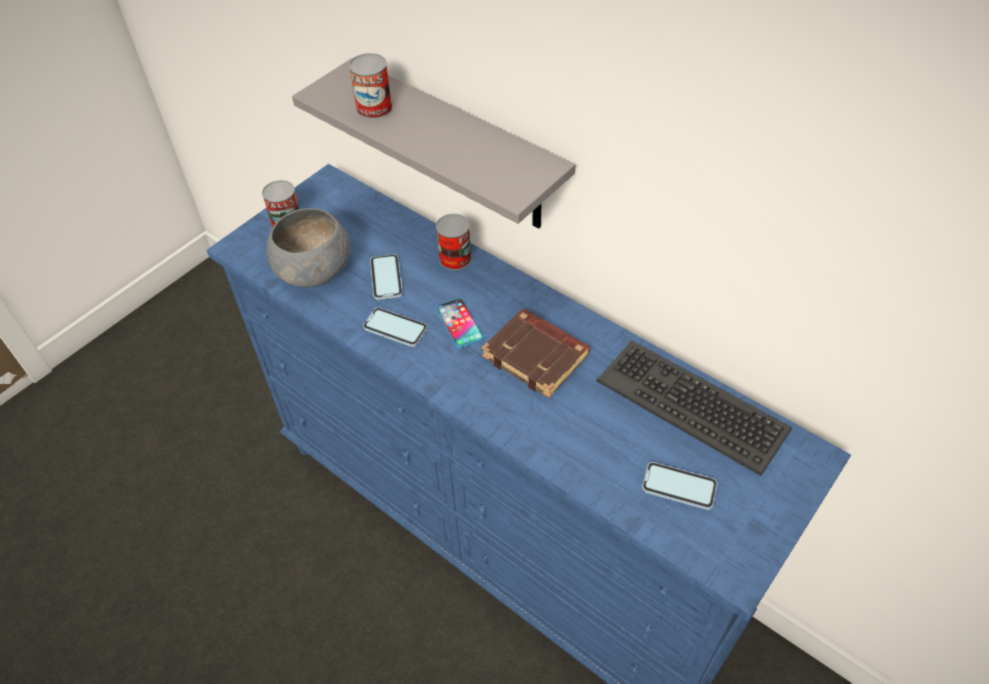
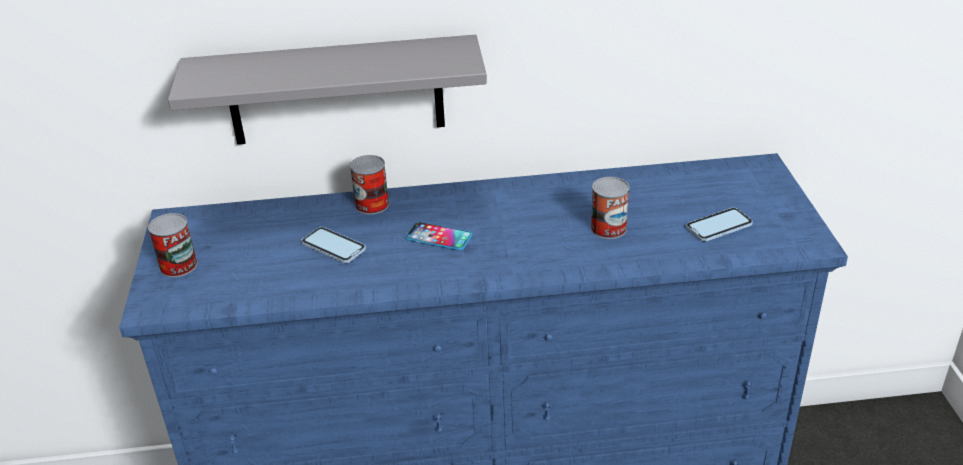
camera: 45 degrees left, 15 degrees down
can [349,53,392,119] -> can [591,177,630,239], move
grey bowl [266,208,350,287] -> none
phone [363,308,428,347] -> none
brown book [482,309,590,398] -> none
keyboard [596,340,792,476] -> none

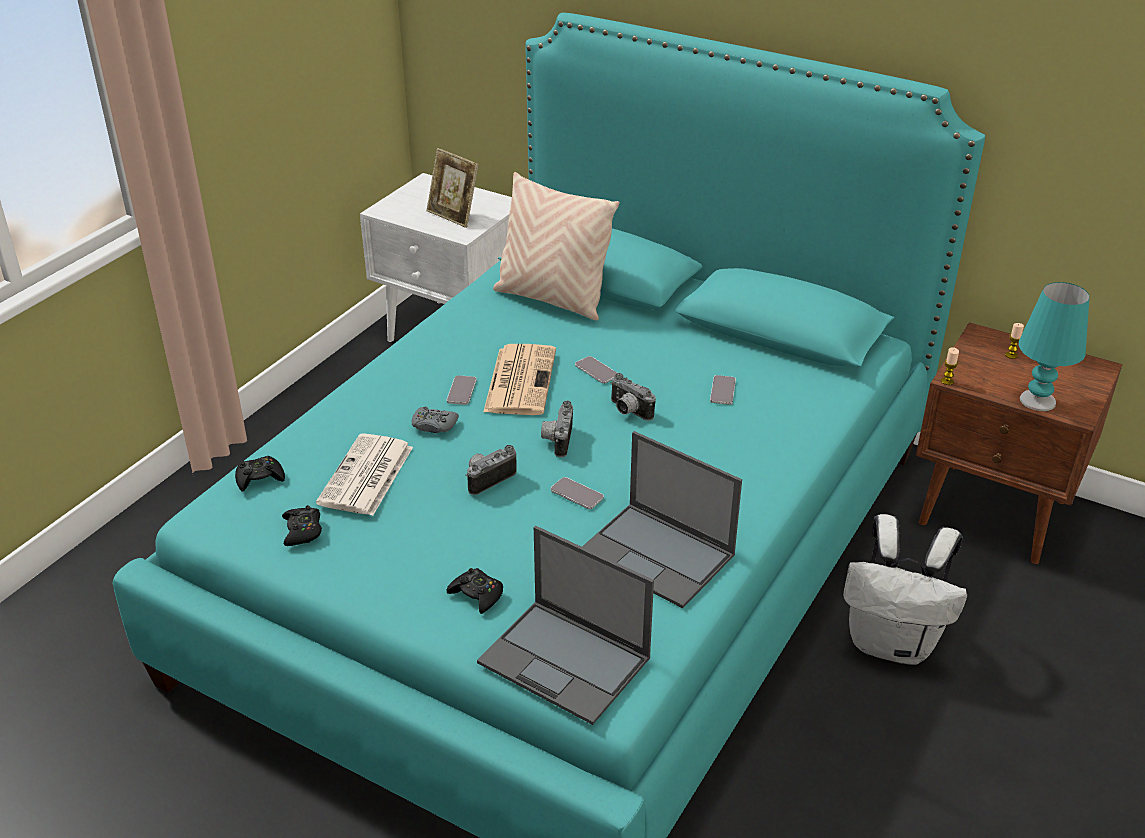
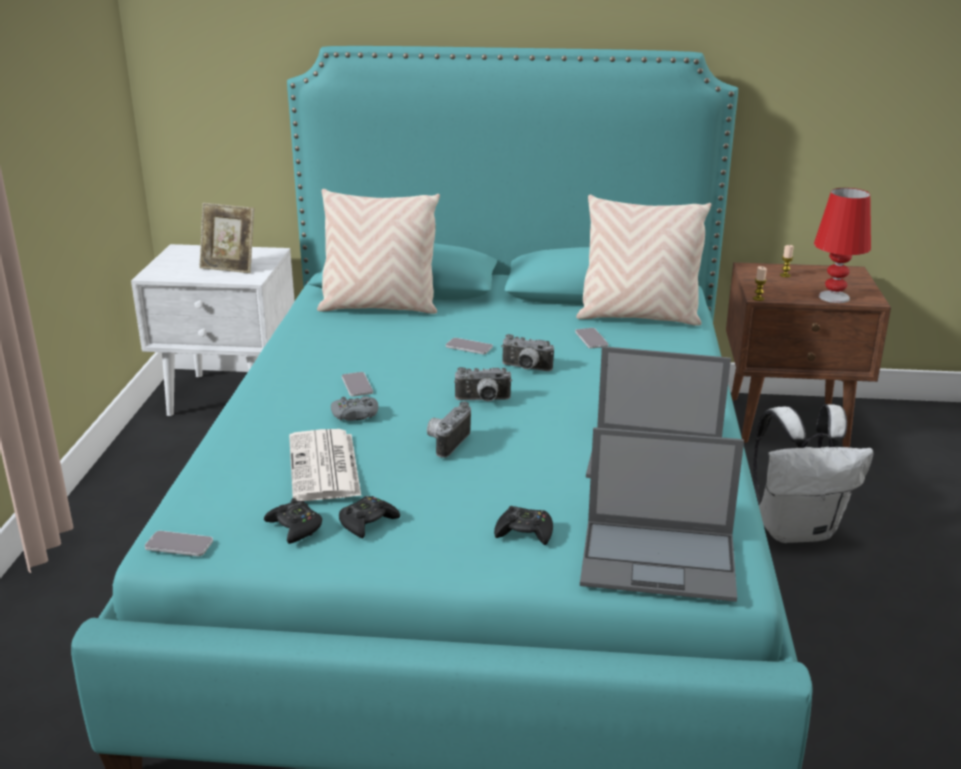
camera: 25 degrees left, 10 degrees down
phone [551,477,604,509] -> phone [145,531,213,556], move
black game controller [235,456,285,492] -> black game controller [339,496,400,538], move
photo camera [541,401,573,457] -> photo camera [454,367,512,401], 75 degrees counterclockwise
none -> beige pillow [576,195,712,326]
turquoise table lamp [1019,282,1089,411] -> red table lamp [814,188,871,303]
newspaper [483,344,556,415] -> none

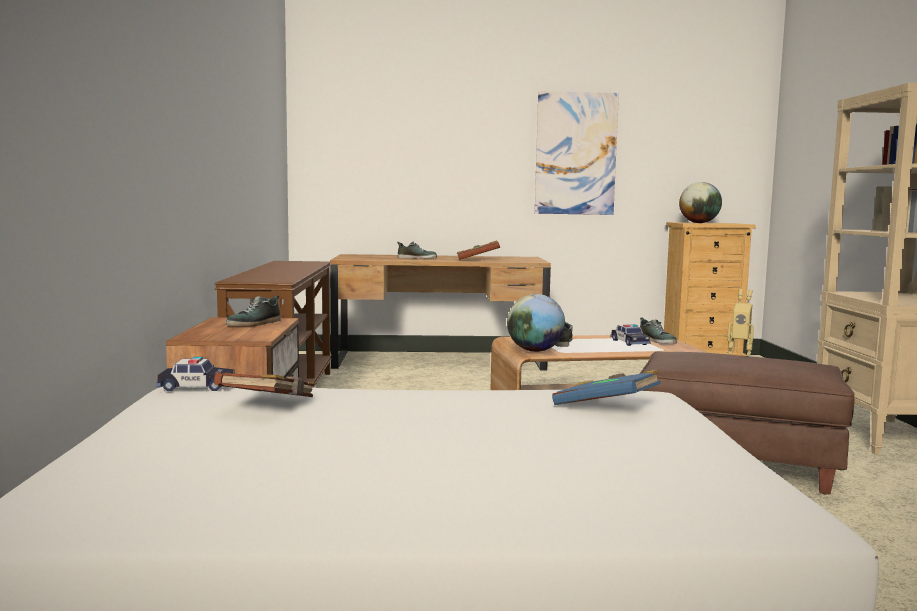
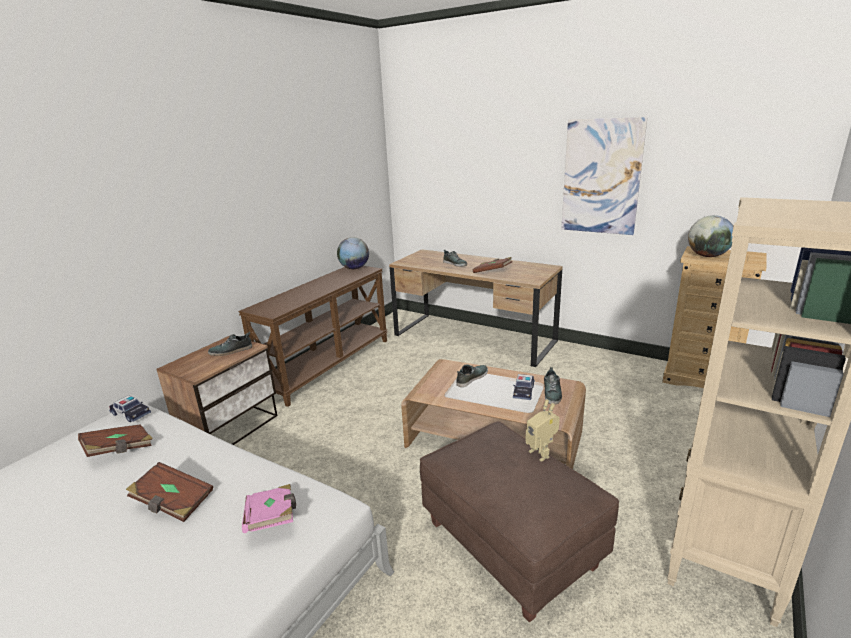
camera: 35 degrees right, 15 degrees up
none -> brown book [126,462,213,522]
blue book [552,369,661,405] -> pink book [242,484,296,533]
globe [507,294,565,352] -> globe [337,237,369,269], move

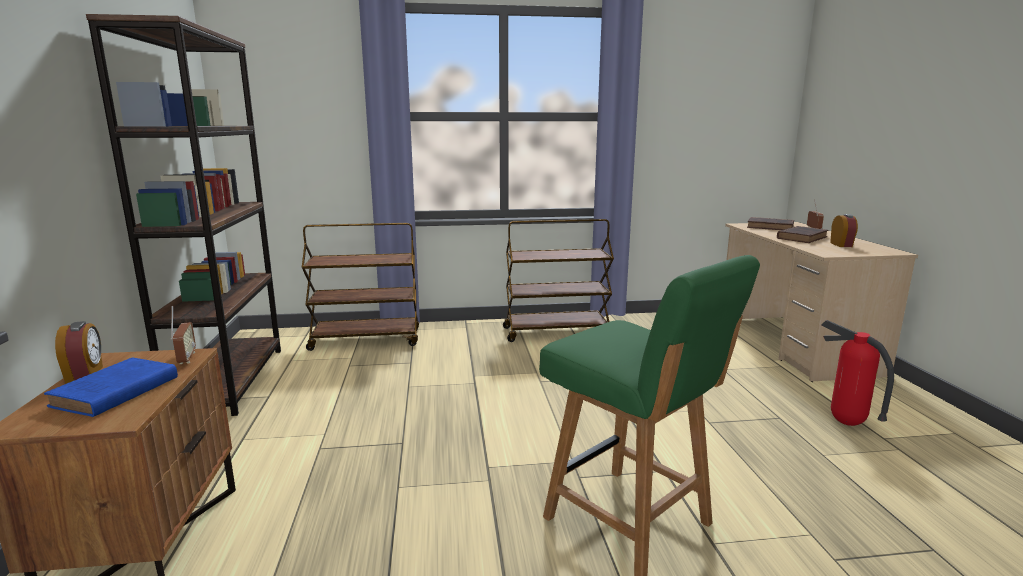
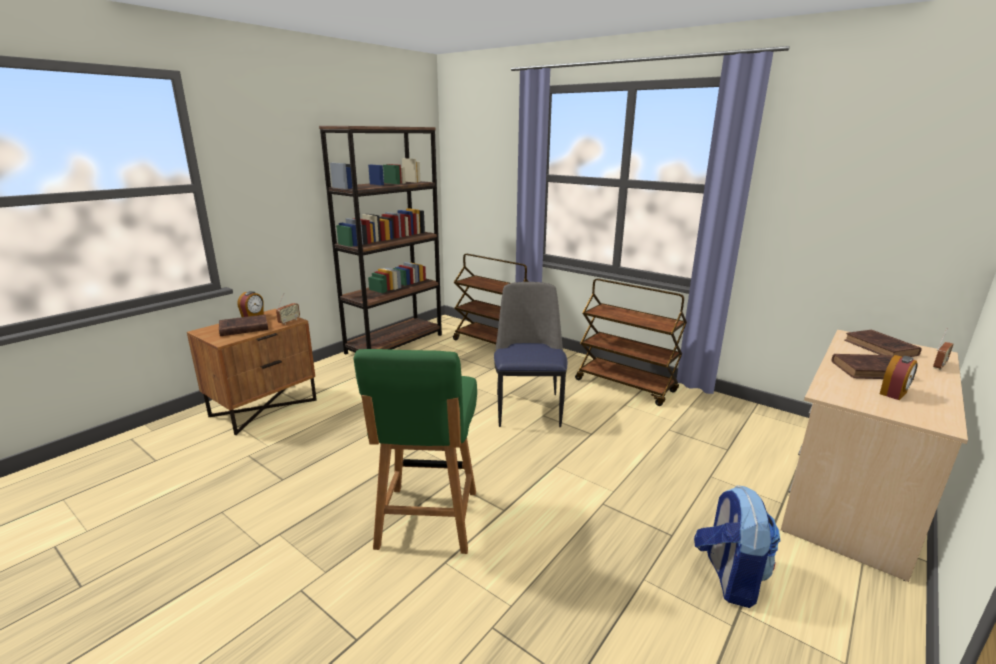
camera: 45 degrees right, 5 degrees up
blue book [44,357,178,417] -> brown book [219,314,268,336]
none -> chair [494,282,567,427]
fire extinguisher [821,320,894,426] -> backpack [694,485,781,608]

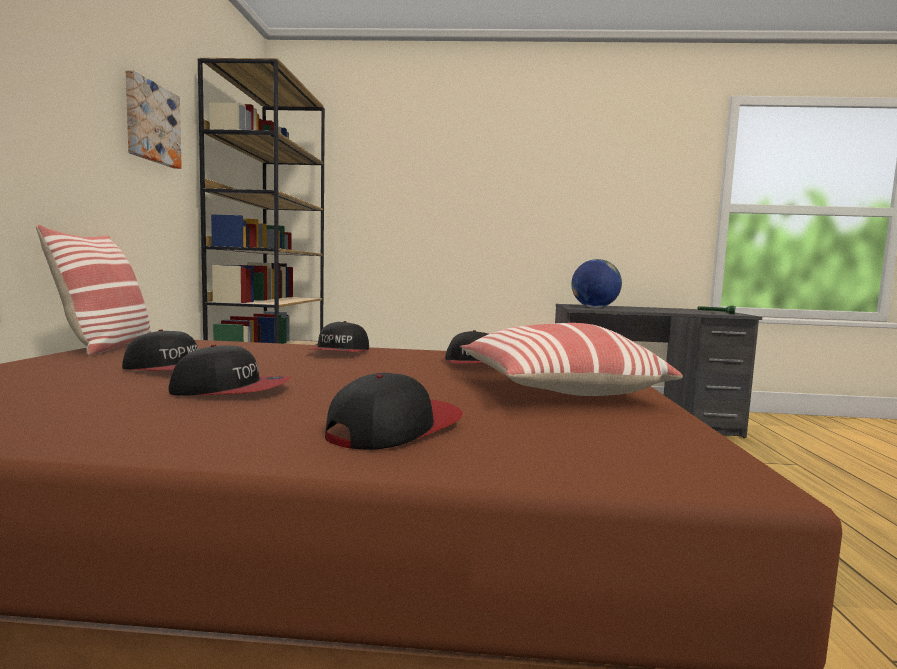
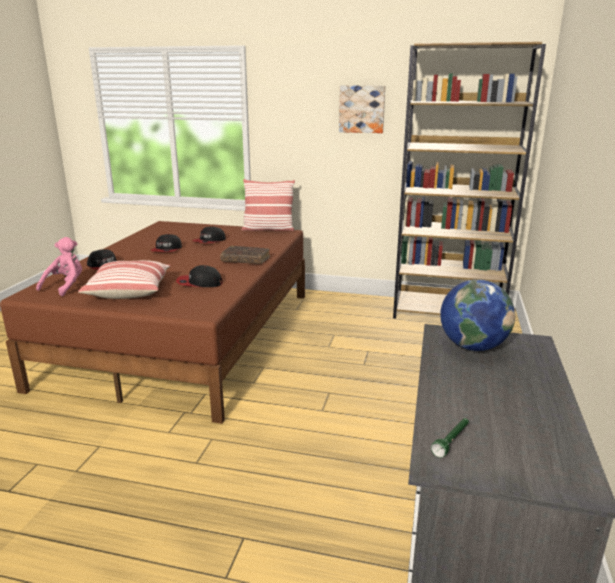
camera: 100 degrees right, 15 degrees up
none -> pink plush toy [36,237,82,296]
cap [309,321,369,352] -> brown book [220,246,270,264]

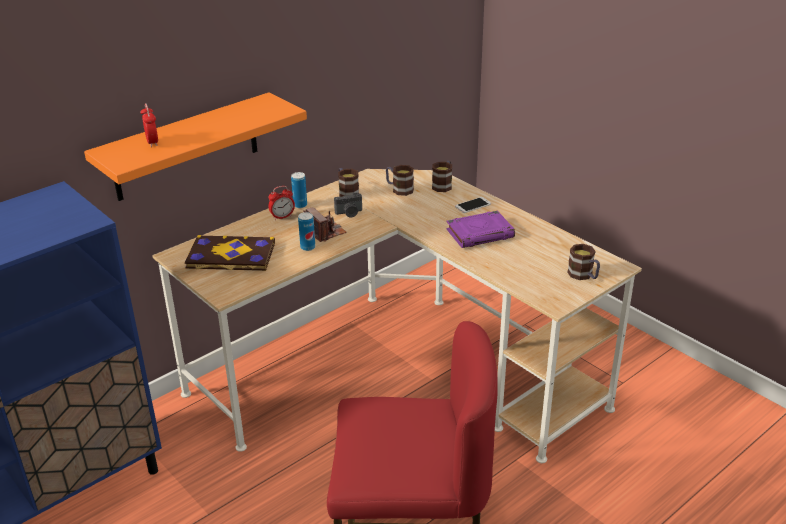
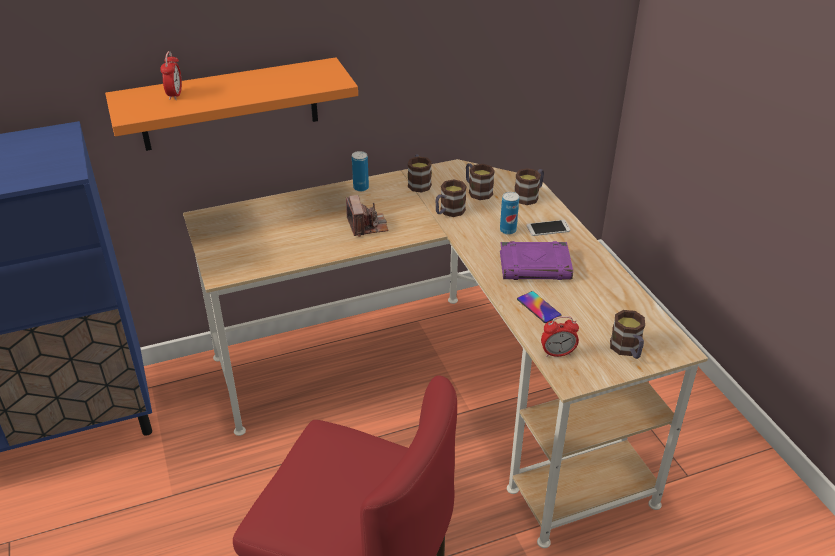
camera: 20 degrees right, 5 degrees up
none -> mug [435,179,467,217]
can [298,212,315,251] -> can [500,192,519,235], move
none -> phone [517,291,561,323]
alarm clock [269,186,295,220] -> alarm clock [541,316,579,357], move
book [185,235,275,271] -> none
photo camera [334,193,362,218] -> none

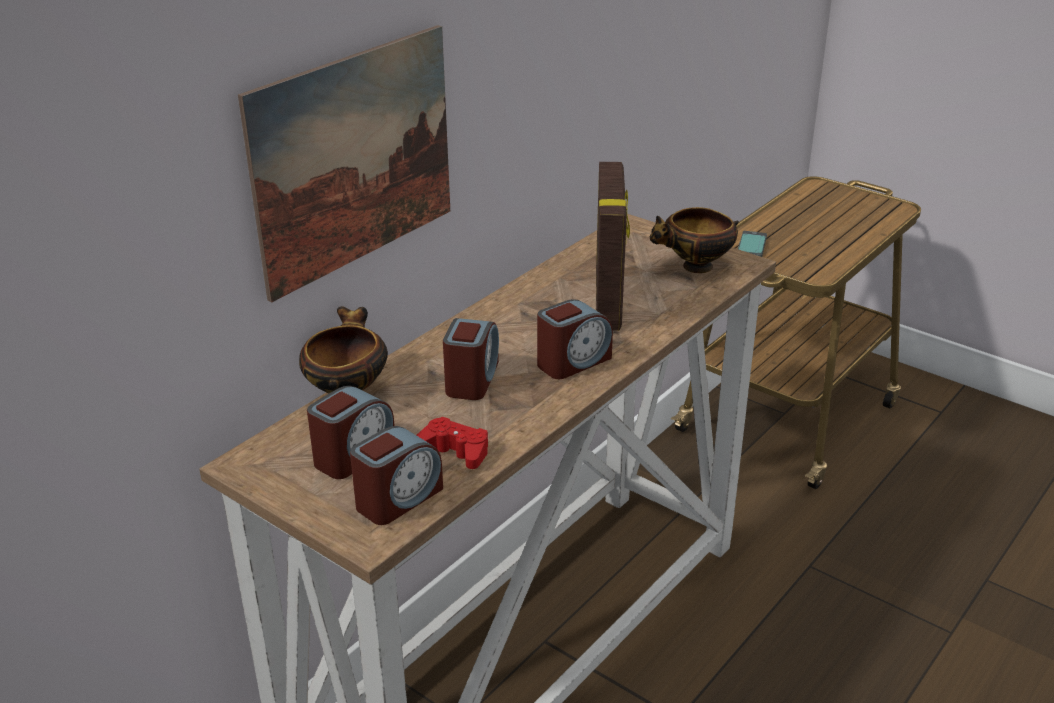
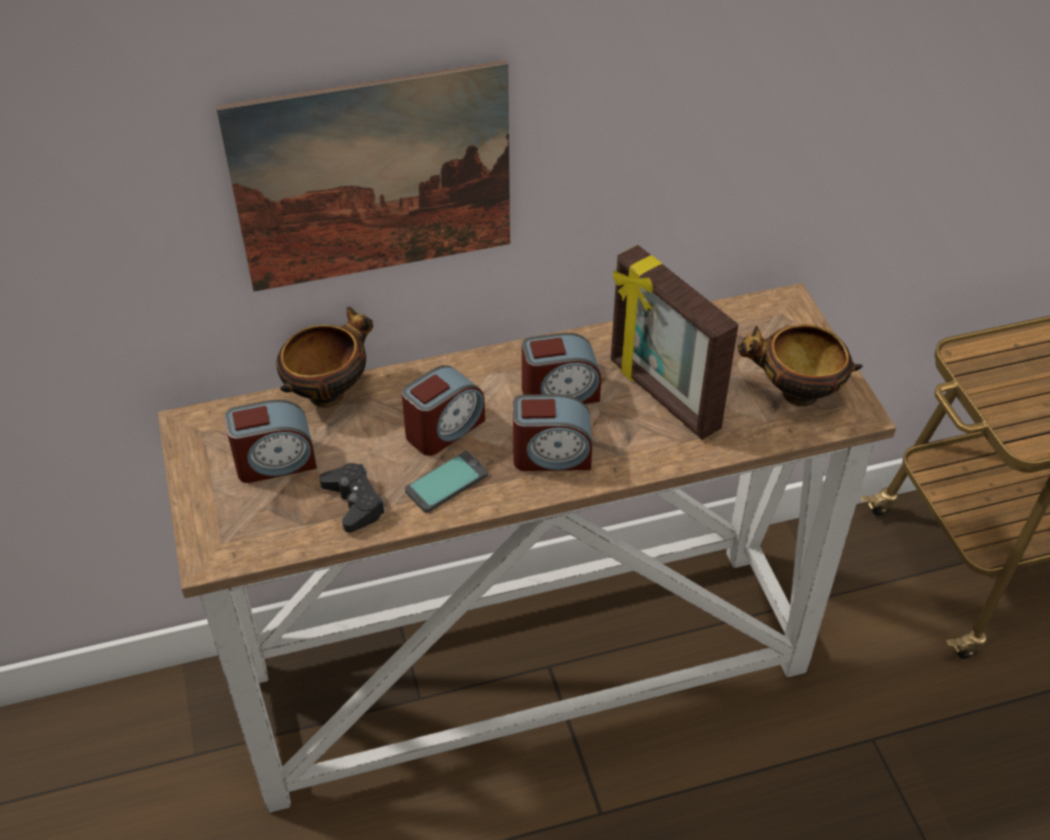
camera: 35 degrees right, 15 degrees up
red game controller [417,417,488,469] -> black game controller [319,463,386,533]
phone [738,231,767,257] -> phone [405,451,488,513], move
alarm clock [350,426,443,525] -> alarm clock [522,333,601,404], move
picture frame [596,162,630,331] -> picture frame [611,245,738,440], 105 degrees clockwise

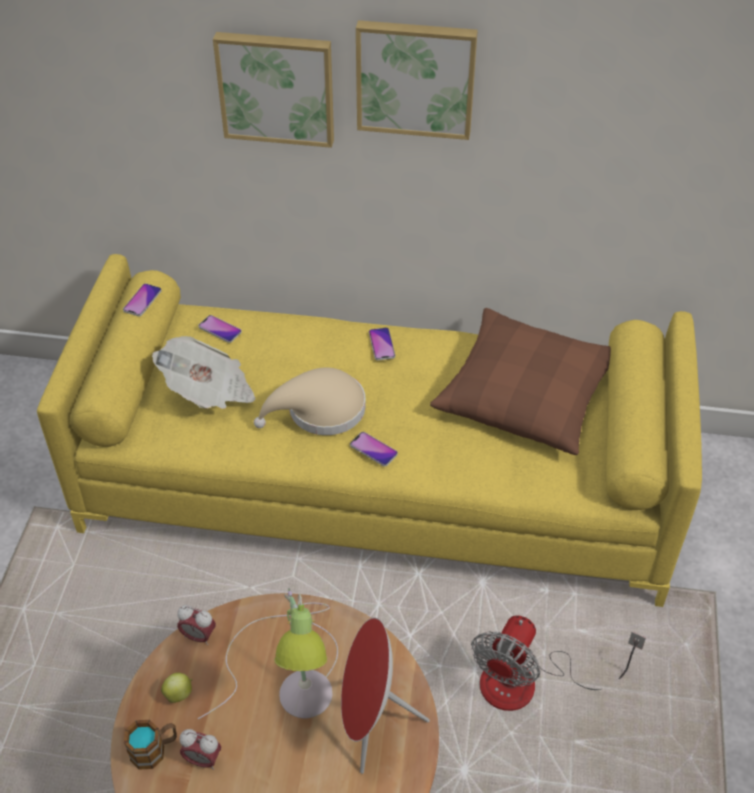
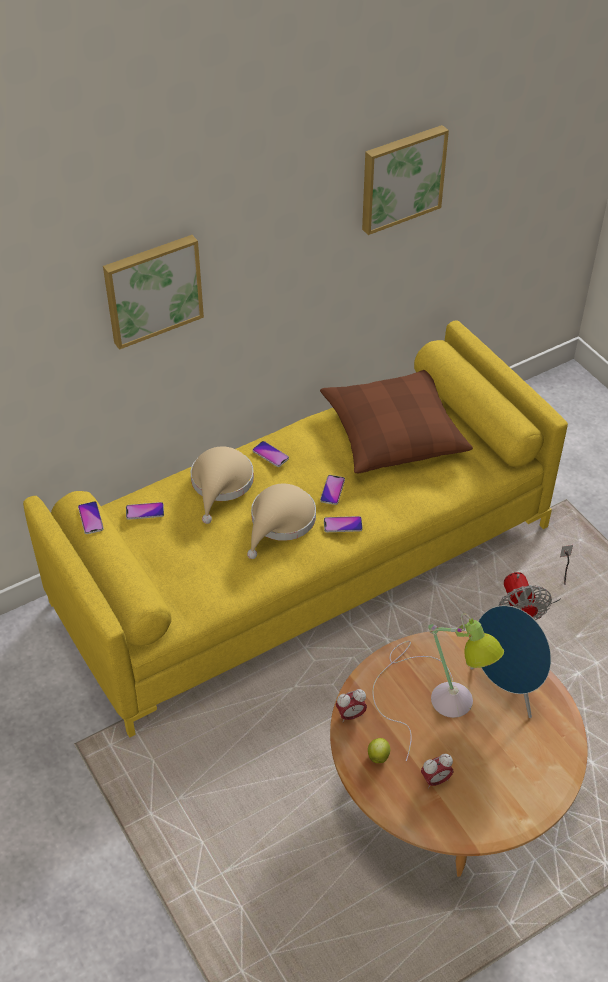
camera: 40 degrees left, 0 degrees up
none -> beige hat [191,446,254,524]
none -> phone [320,475,345,505]
picture [356,20,478,140] -> picture [362,125,449,235], move
red speaker [341,618,430,774] -> blue speaker [470,605,551,718]
mug [124,720,177,770] -> none
newspaper [152,336,256,409] -> none

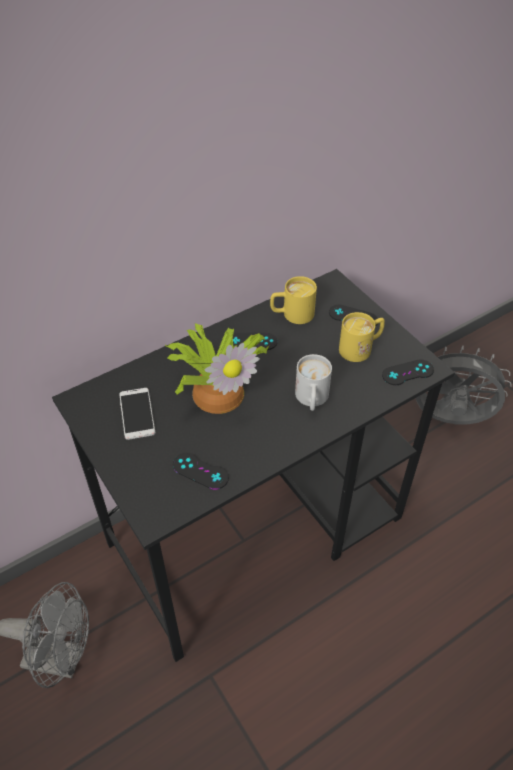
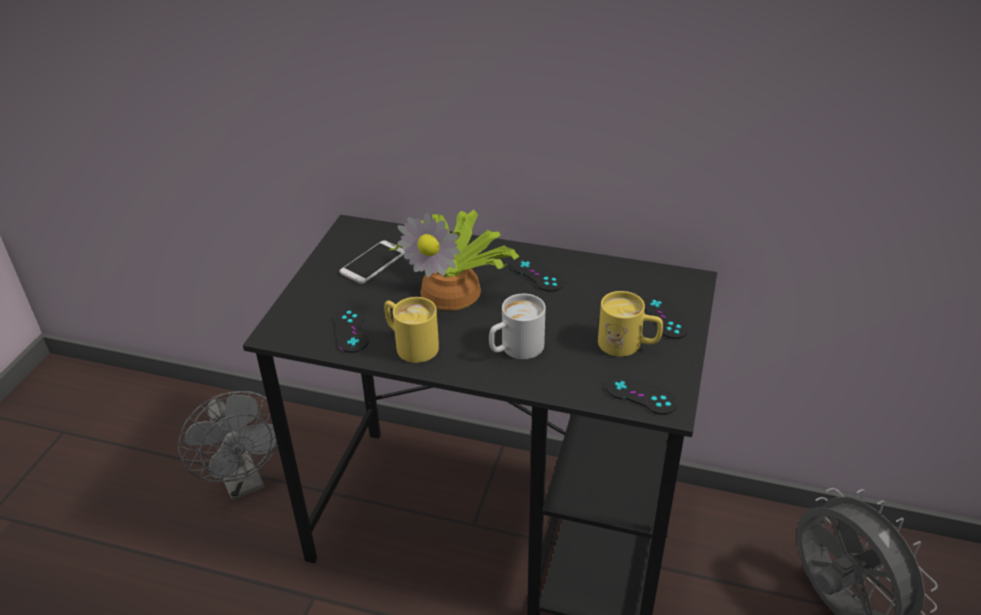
camera: 50 degrees right, 10 degrees down
yellow mug [270,276,317,324] -> yellow mug [384,297,439,363], move

